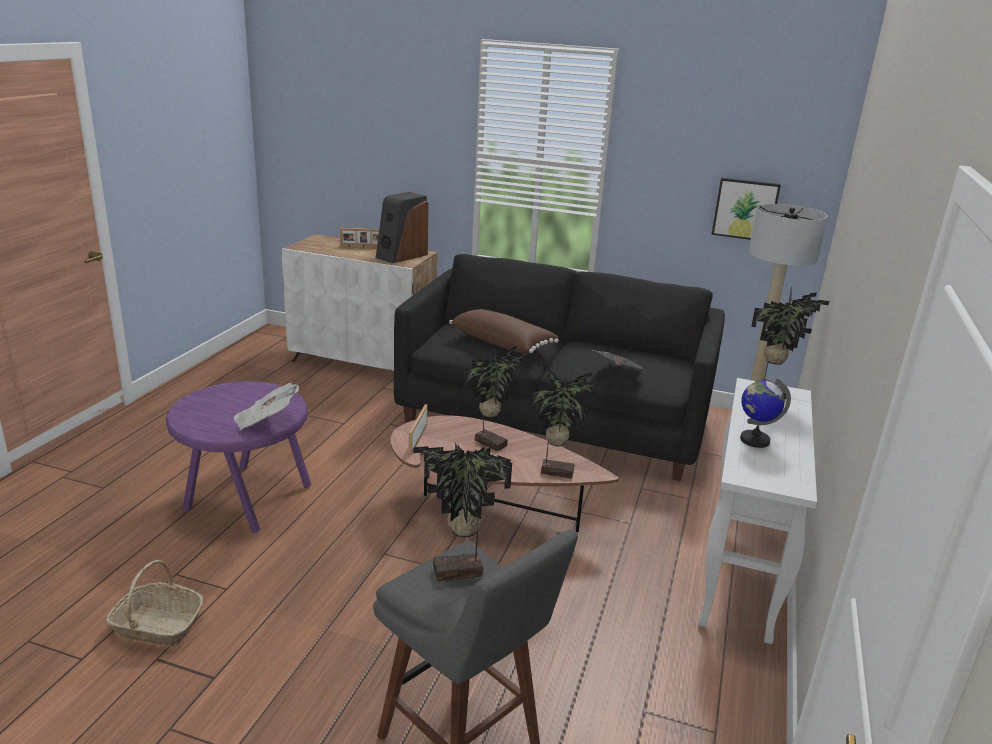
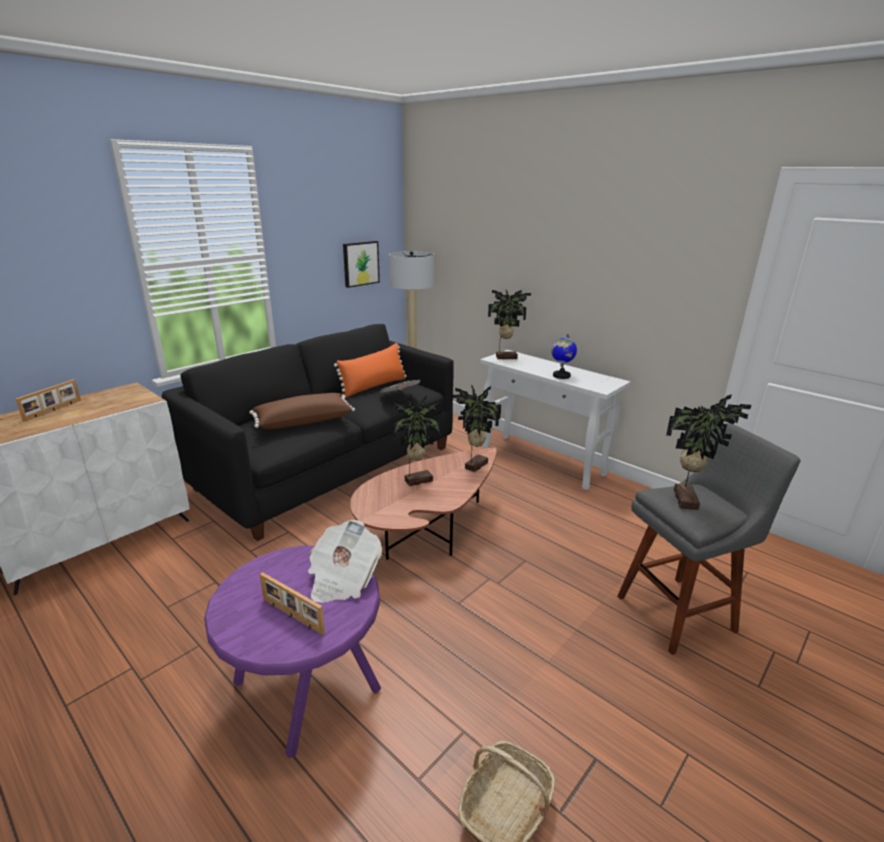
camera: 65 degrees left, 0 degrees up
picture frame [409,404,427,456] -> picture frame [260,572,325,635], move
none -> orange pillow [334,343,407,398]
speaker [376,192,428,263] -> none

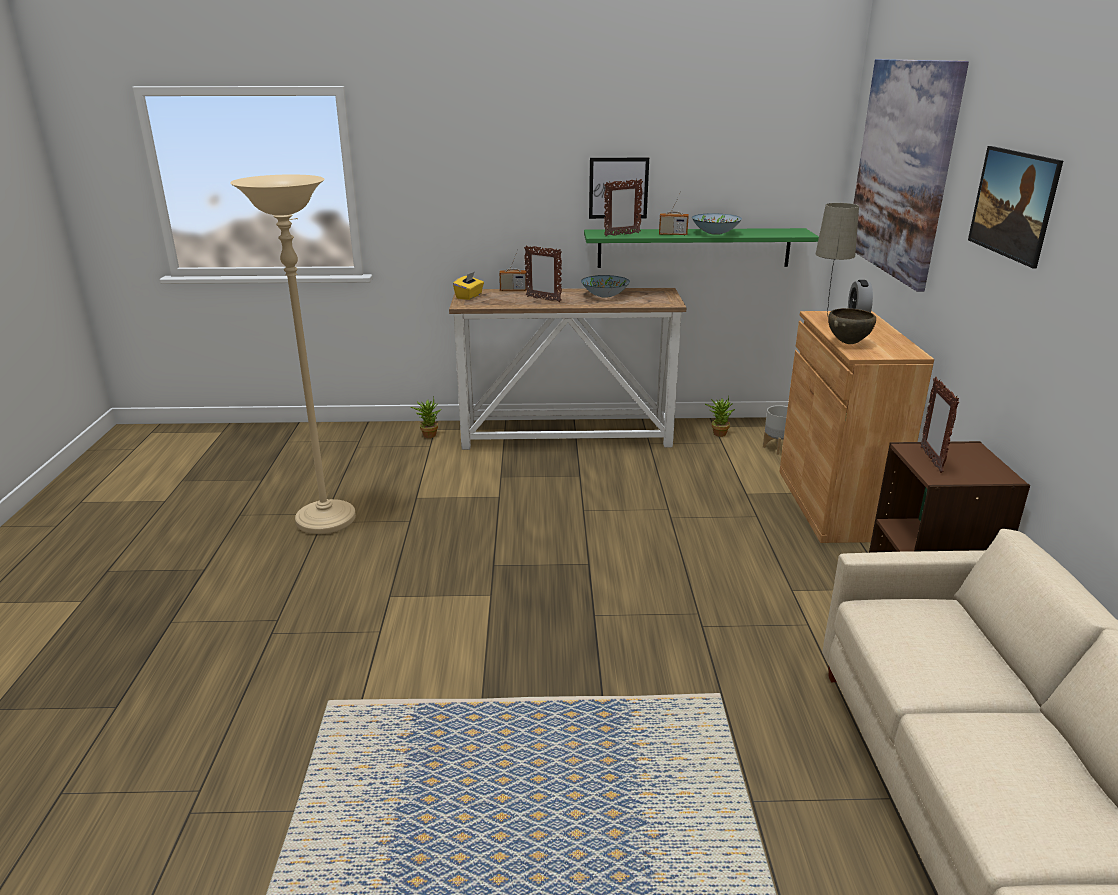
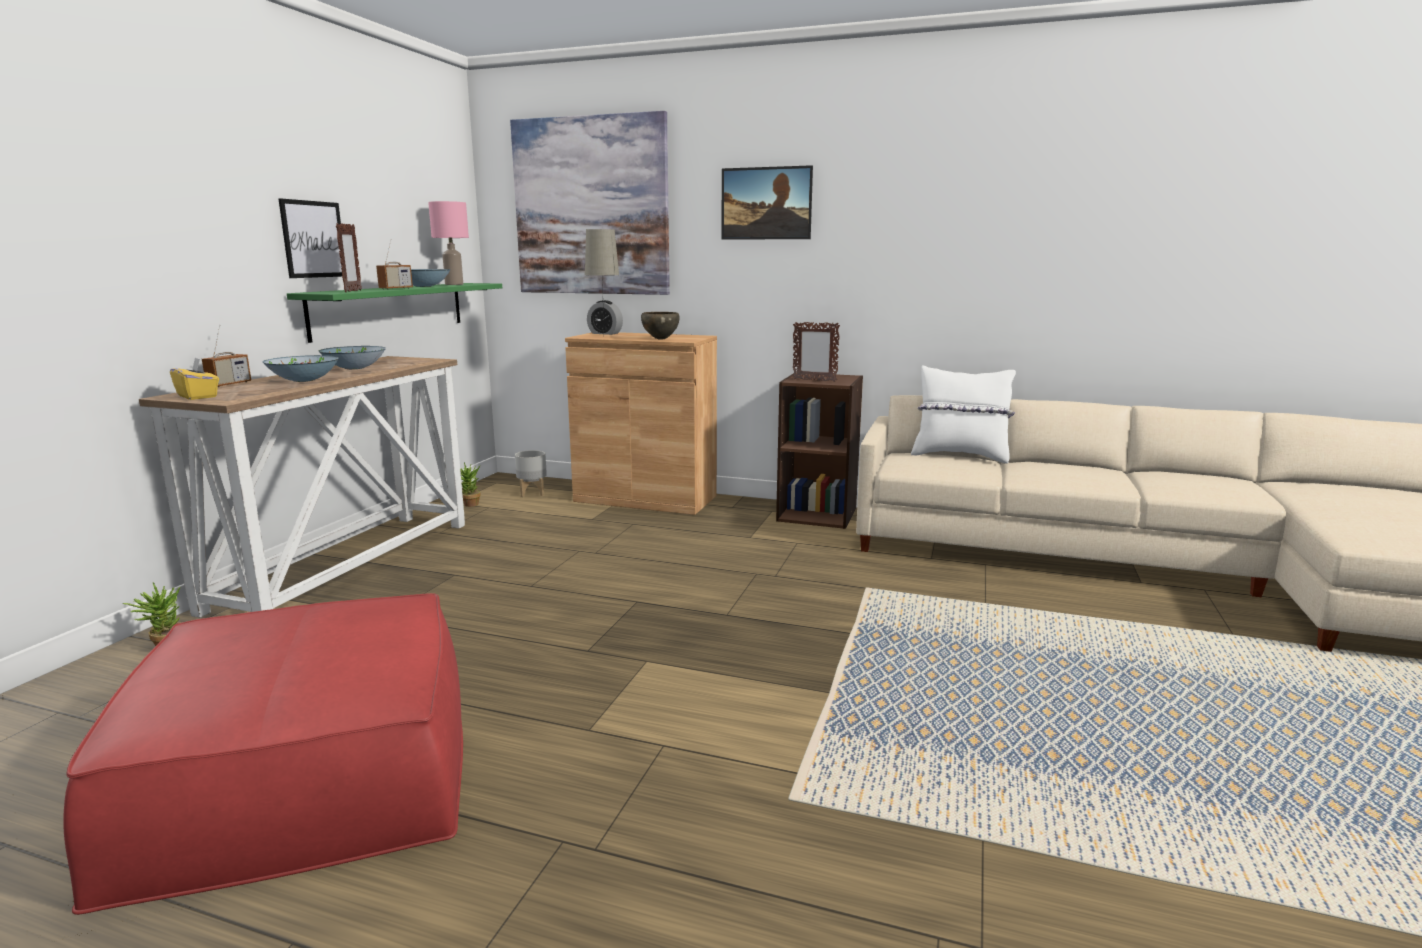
camera: 70 degrees left, 10 degrees down
beige floor lamp [230,174,356,534] -> red ottoman [63,593,463,915]
picture frame [524,245,562,302] -> bowl [263,355,339,382]
none -> pink table lamp [428,201,469,285]
none -> white pillow [911,365,1016,464]

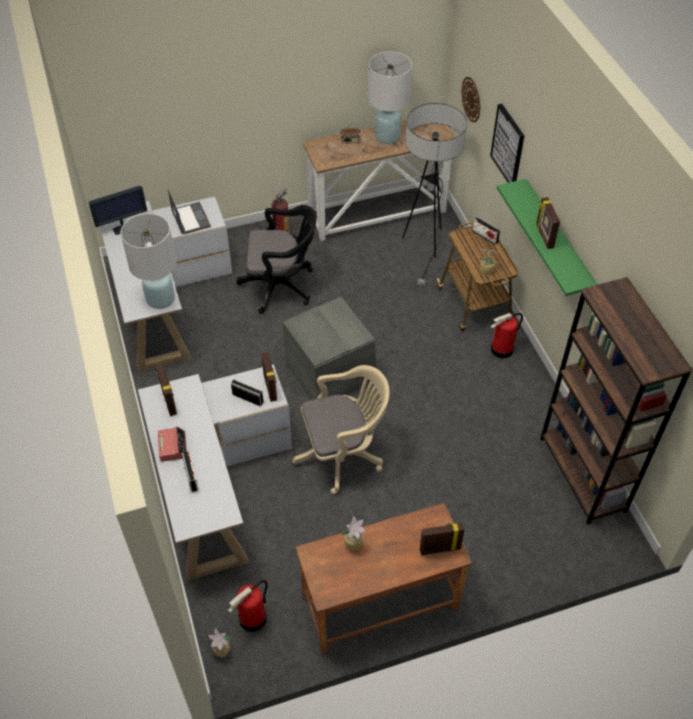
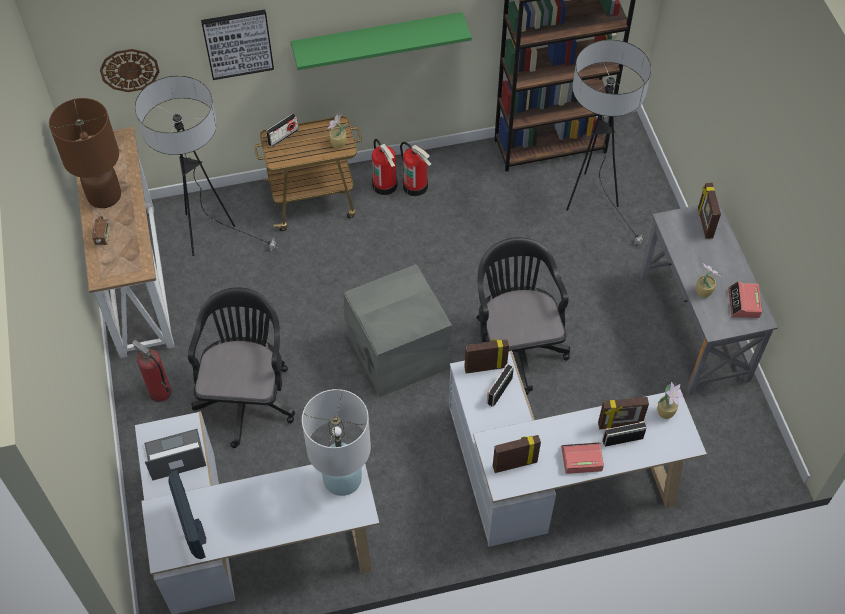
camera: 85 degrees left, 5 degrees up
white table lamp [368,52,412,144] -> brown table lamp [49,98,121,208]
fire extinguisher [228,580,268,632] -> fire extinguisher [400,142,432,196], move
beige office chair [292,365,389,494] -> black office chair [477,237,570,395]
none -> floor lamp [566,40,651,245]
picture frame [536,197,560,249] -> picture frame [598,397,649,429], move
brown desk [295,502,472,653] -> grey desk [640,201,778,395]
potted plant [208,629,232,657] -> potted plant [658,382,683,419], move
none -> alarm clock [728,281,762,318]

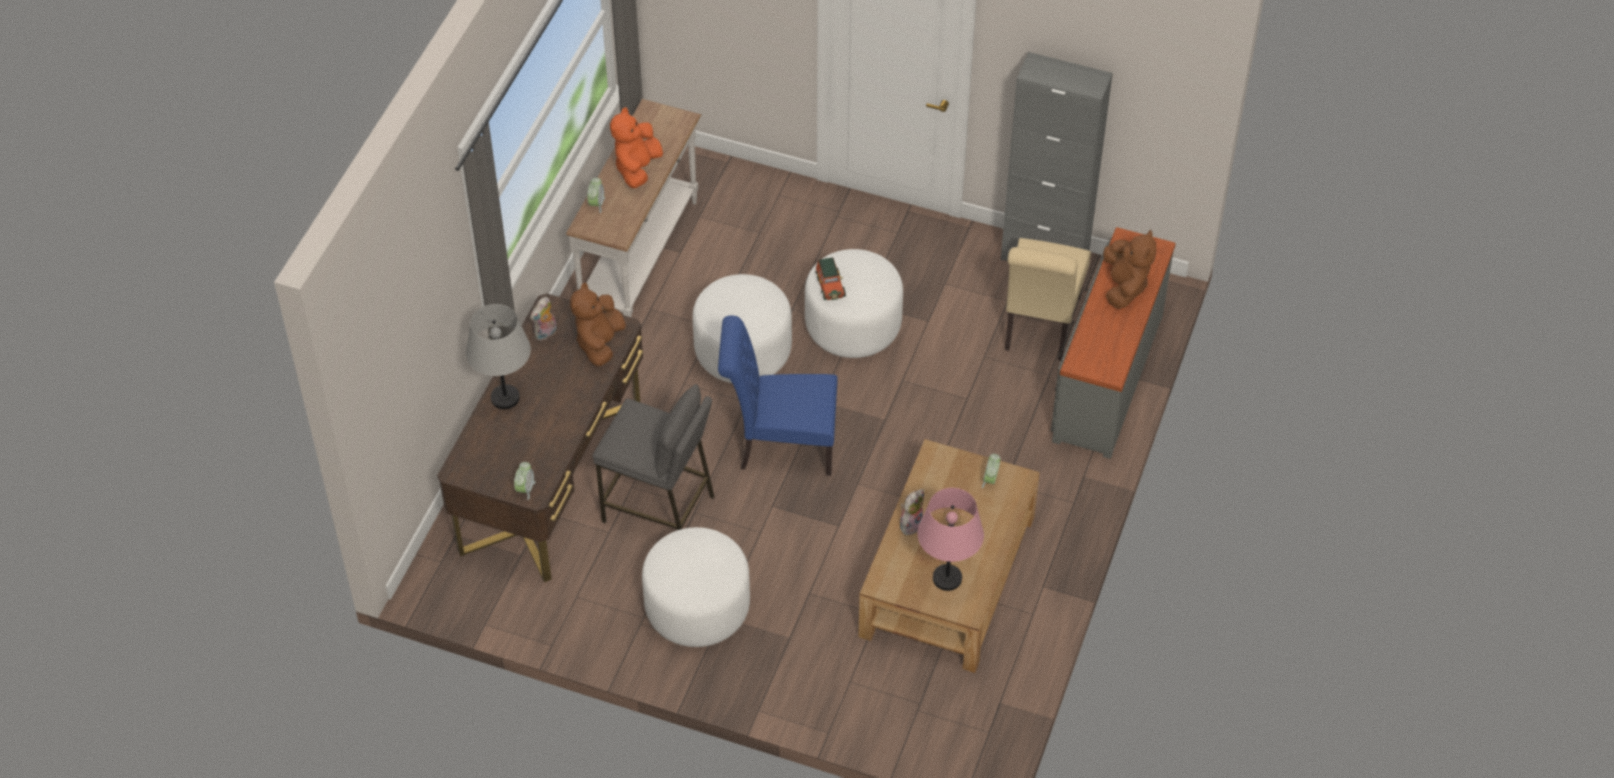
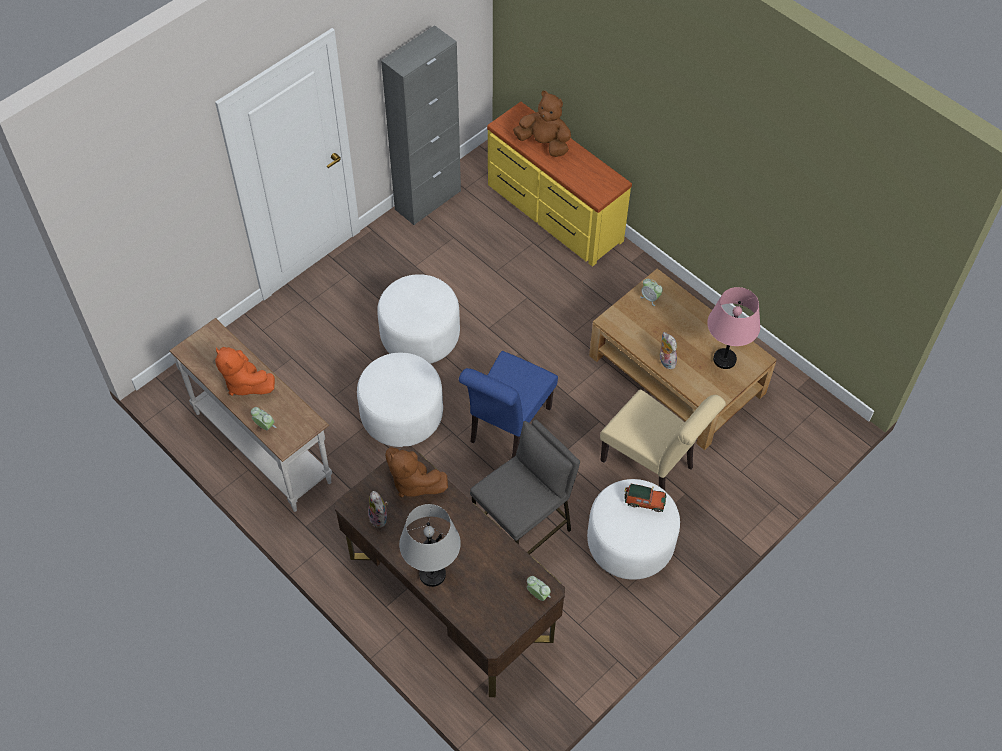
camera: 65 degrees left, 5 degrees up
grey dresser [1051,227,1176,459] -> yellow dresser [487,102,632,266]
beige chair [1005,238,1091,361] -> beige chair [600,390,726,491], move
toy car [815,258,846,300] -> toy car [624,484,667,512], move

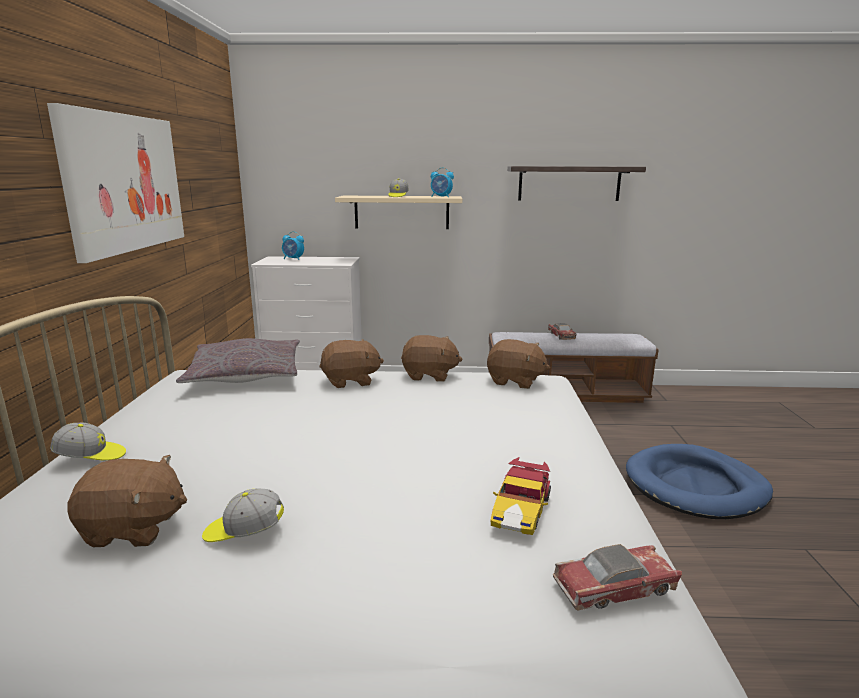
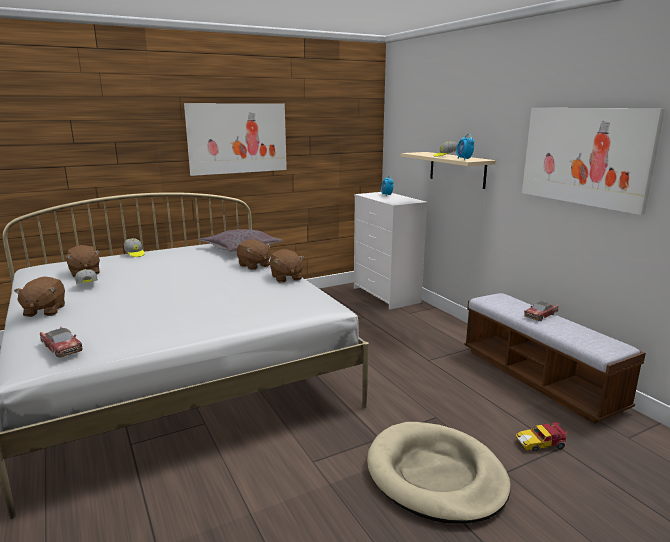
camera: 60 degrees right, 0 degrees up
brown plush toy [487,339,550,389] -> brown plush toy [14,276,65,317], move
blue dog bed [626,444,773,519] -> beige dog bed [367,422,511,524]
toy car [491,457,551,535] -> toy car [516,422,568,452], move
shelf [507,166,646,201] -> picture [522,108,665,215]

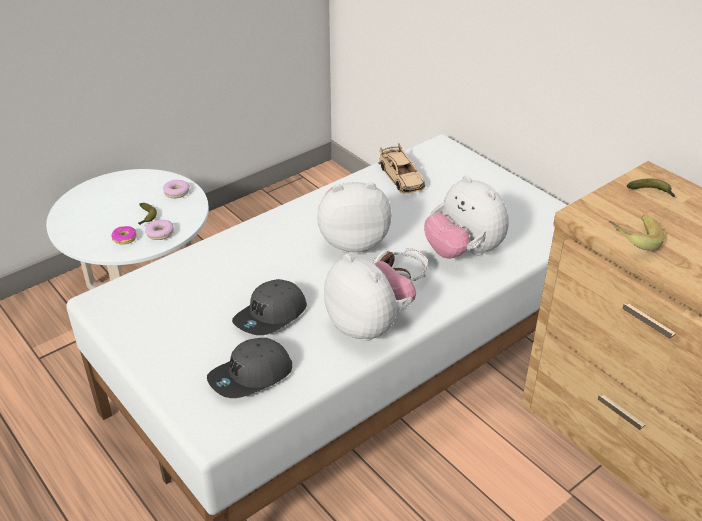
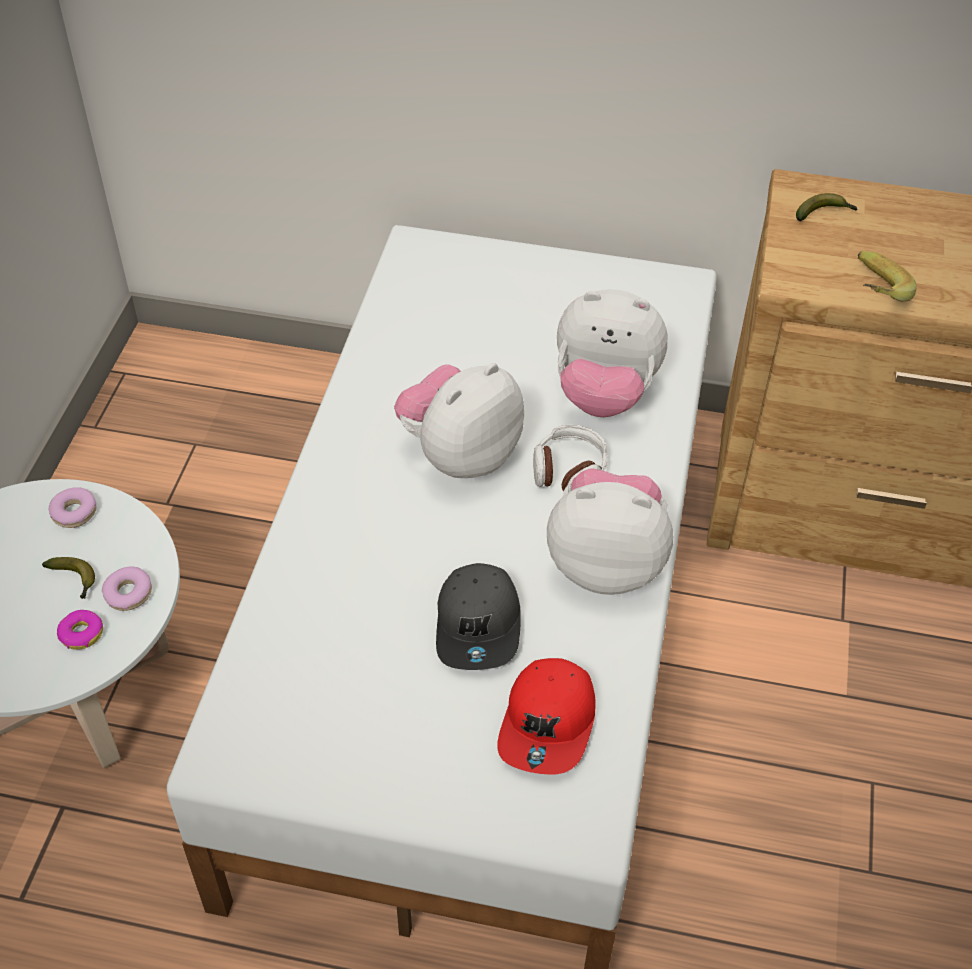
camera: 40 degrees left, 10 degrees up
grey cap [207,338,292,398] -> red cap [497,658,596,774]
beige toy car [378,143,425,194] -> none

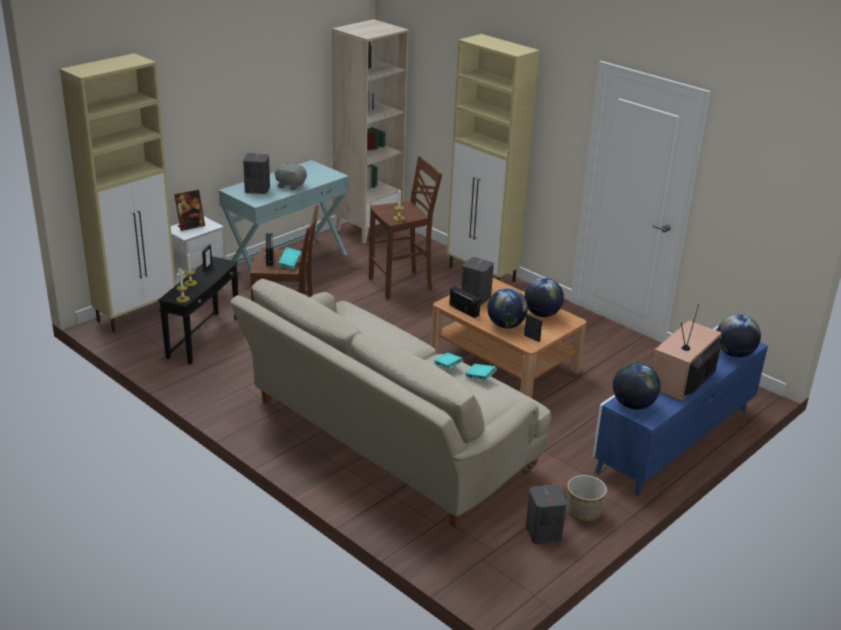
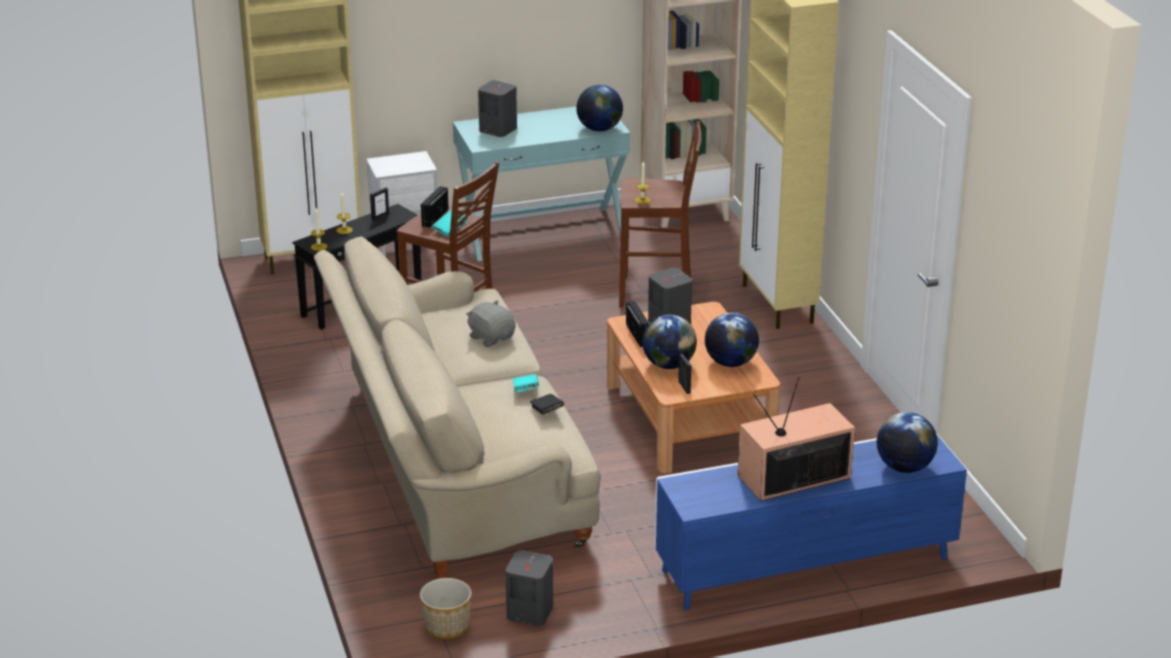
camera: 30 degrees right, 0 degrees up
planter [567,475,607,522] -> planter [420,578,471,639], move
grey plush toy [274,163,307,190] -> grey plush toy [466,300,516,347], move
turquoise book [465,364,497,380] -> black book [530,394,564,415]
globe [613,363,661,409] -> globe [576,85,623,131], move
picture frame [174,190,205,231] -> none

